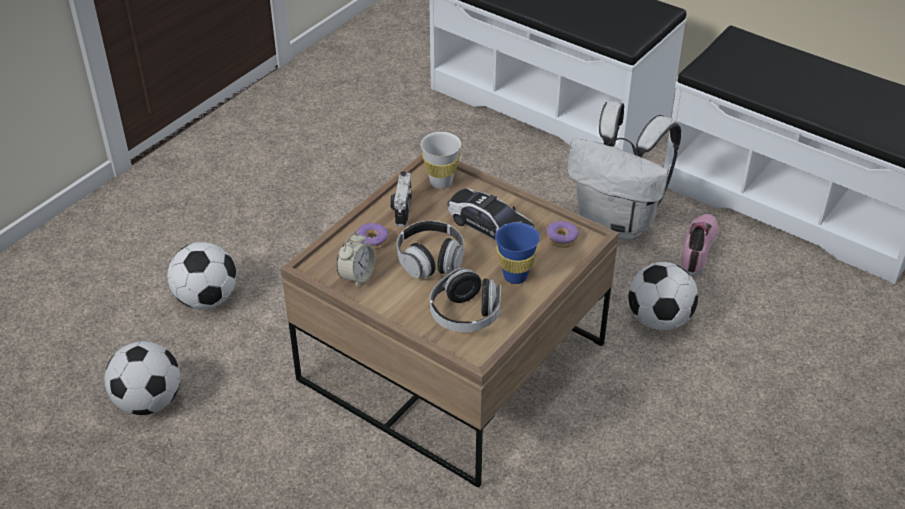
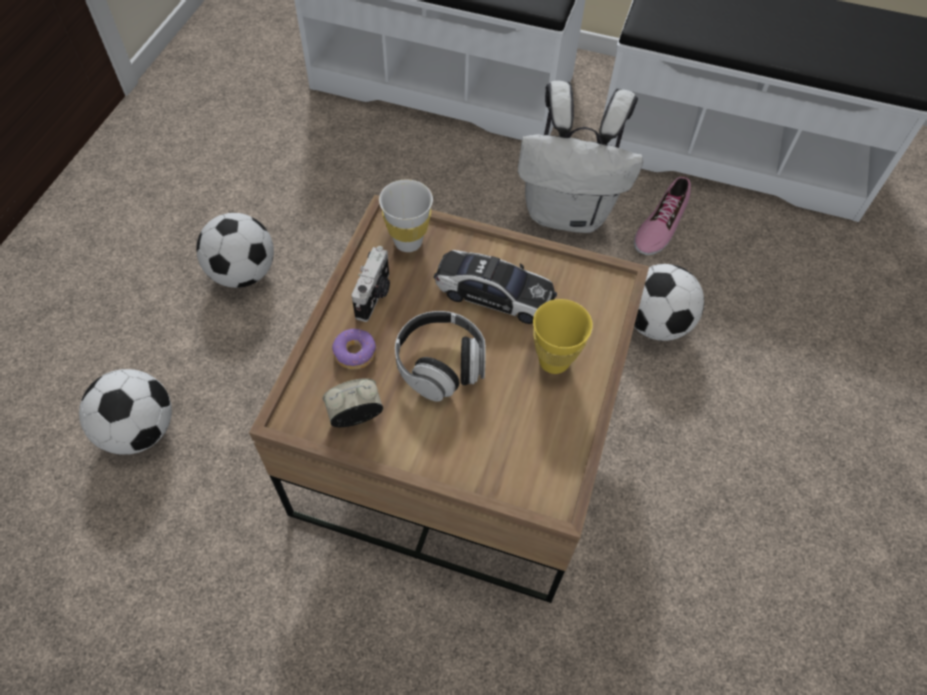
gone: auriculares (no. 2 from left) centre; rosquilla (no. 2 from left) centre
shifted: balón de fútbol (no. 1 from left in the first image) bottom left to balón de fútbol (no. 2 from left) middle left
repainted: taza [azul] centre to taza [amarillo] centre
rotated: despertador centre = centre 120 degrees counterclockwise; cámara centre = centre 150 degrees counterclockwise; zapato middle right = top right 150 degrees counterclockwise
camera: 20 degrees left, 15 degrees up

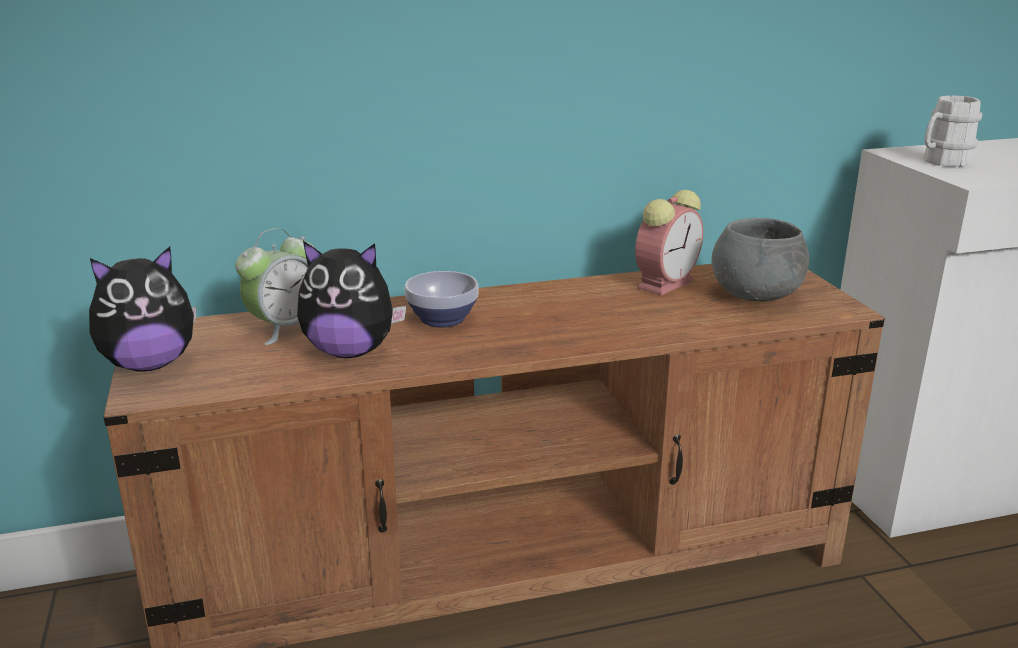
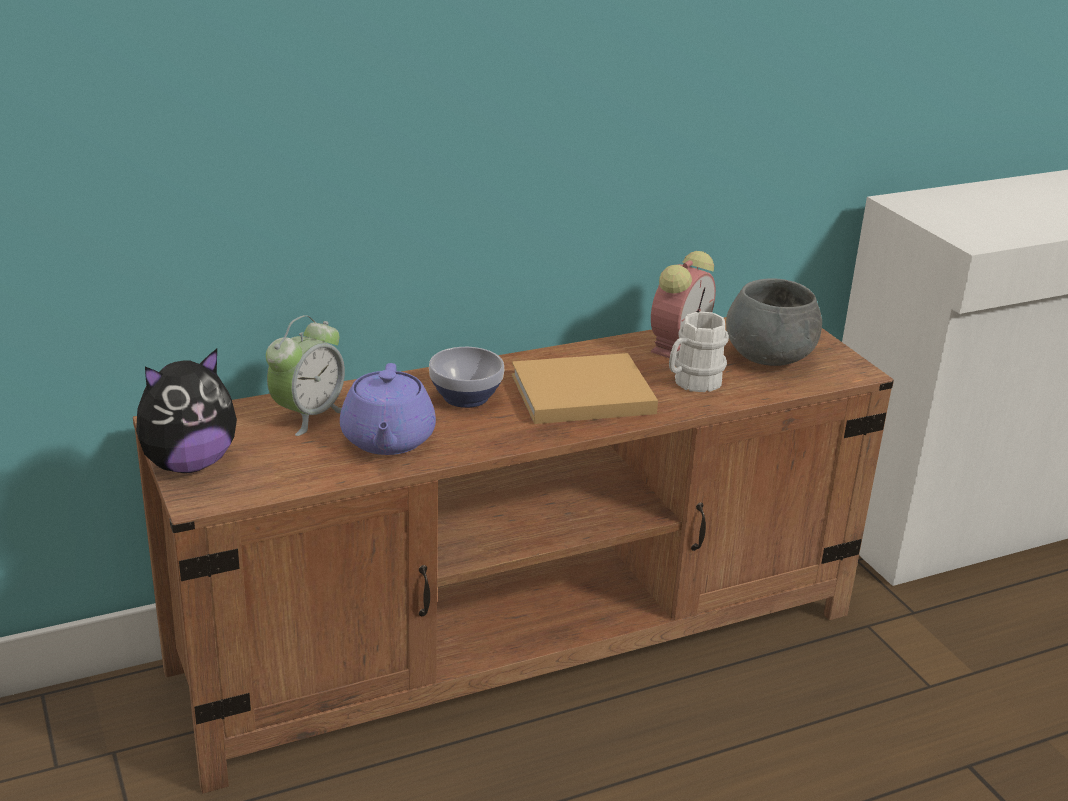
new: libro [beis] centre
shifted: taza grande [blanco] top right to centre
swapped: peluche (no. 2 from left) centre to tetera [morado] centre
camera: 10 degrees left, 5 degrees up

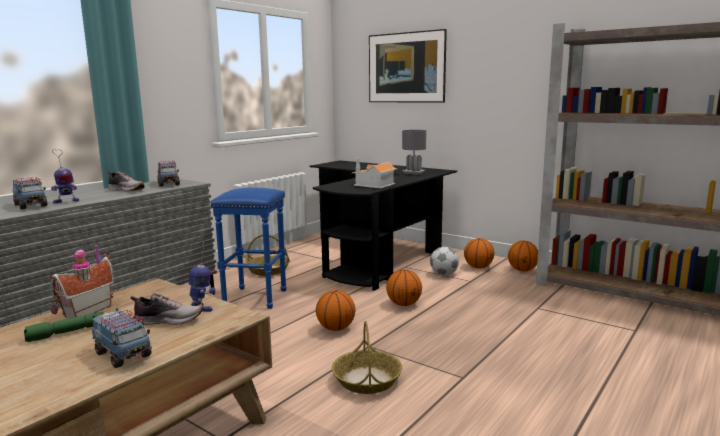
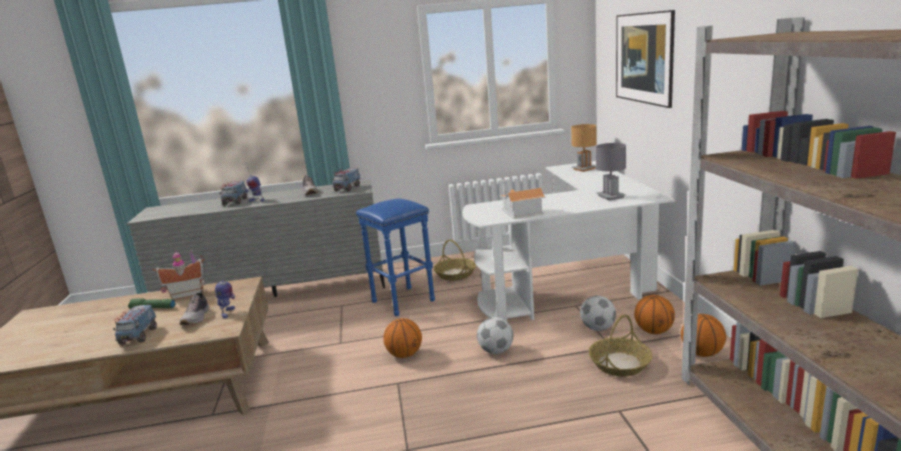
new: lámpara de mesa [marrón] top centre
shifted: cesta (no. 2 from left) bottom centre to bottom right
swapped: balón de baloncesto (no. 2 from left) centre to balón de fútbol (no. 1 from left) bottom centre
repainted: escritorio [negro] centre to escritorio [blanco] centre
rotated: zapato (no. 2 from left in the first image) bottom left = bottom left 45 degrees clockwise
camera: 45 degrees right, 5 degrees up

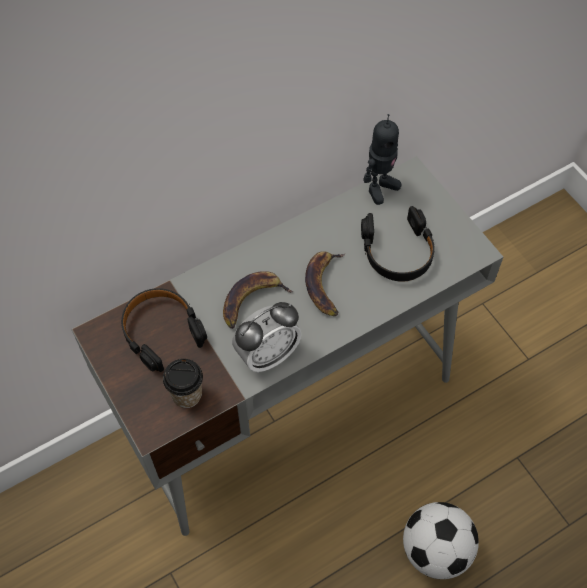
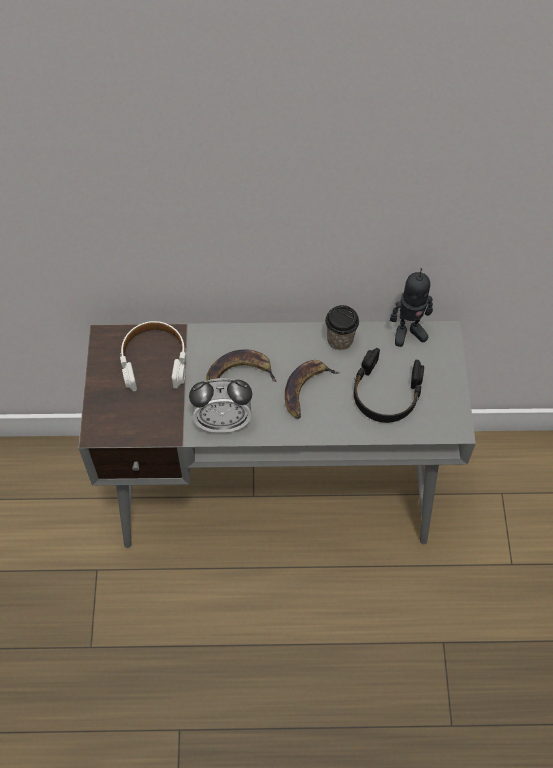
gone: balón de fútbol bottom right
shifted: taza middle left to centre
repainted: auriculares [negro] (no. 1 from left) middle left to auriculares [blanco] middle left
camera: 30 degrees right, 0 degrees up

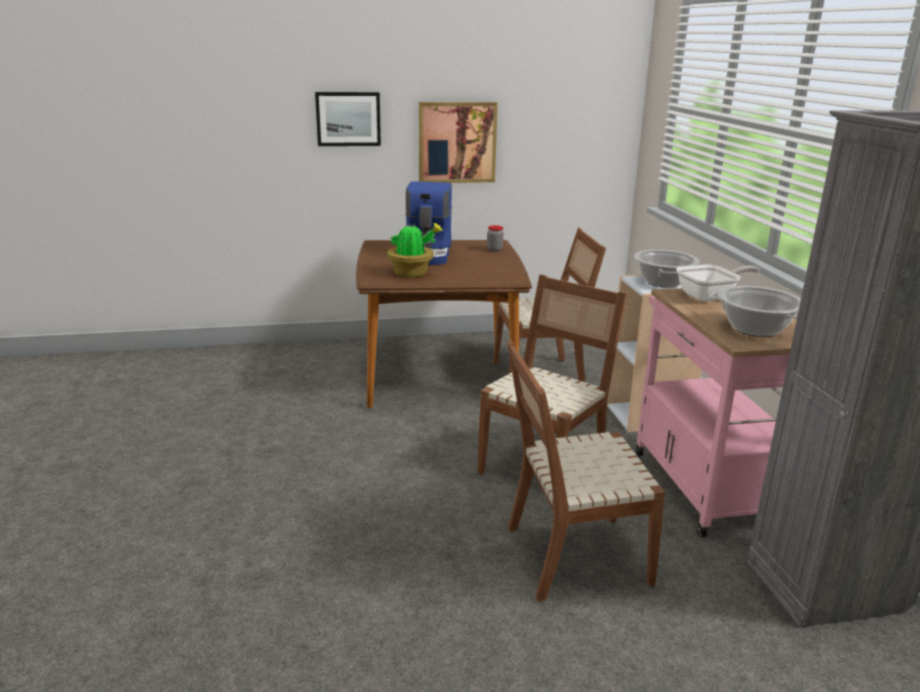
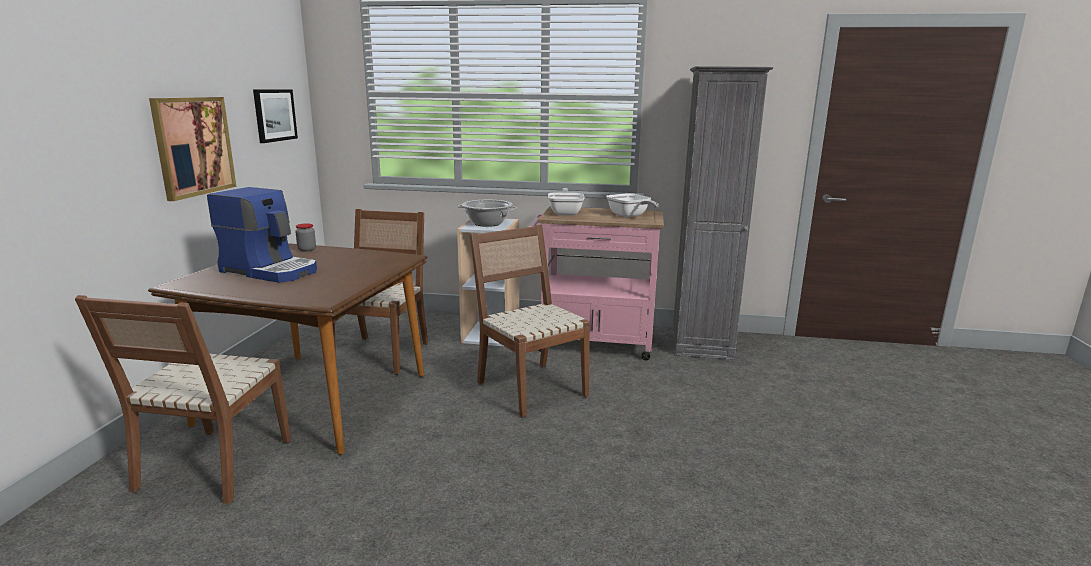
gone: planta en maceta centre
shifted: cuadro (no. 1 from left in the first image) top centre to cuadro (no. 2 from left) top left; silla (no. 3 from left in the first image) bottom centre to silla (no. 1 from left) bottom left
swapped: olla (no. 2 from left) middle right to sartén (no. 2 from left) centre
camera: 70 degrees left, 5 degrees down

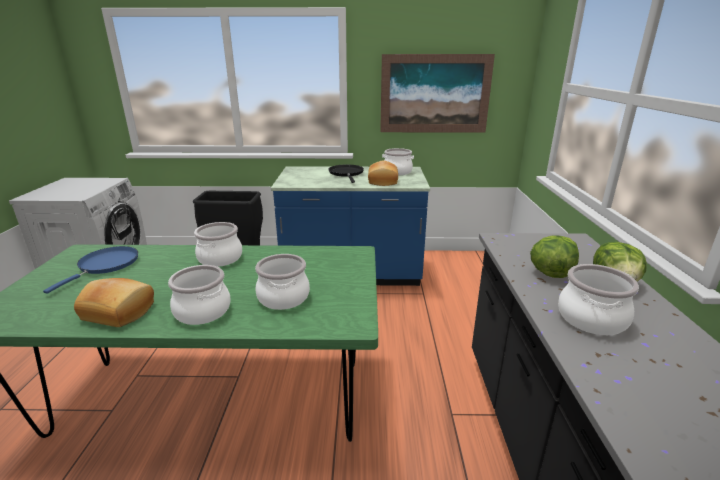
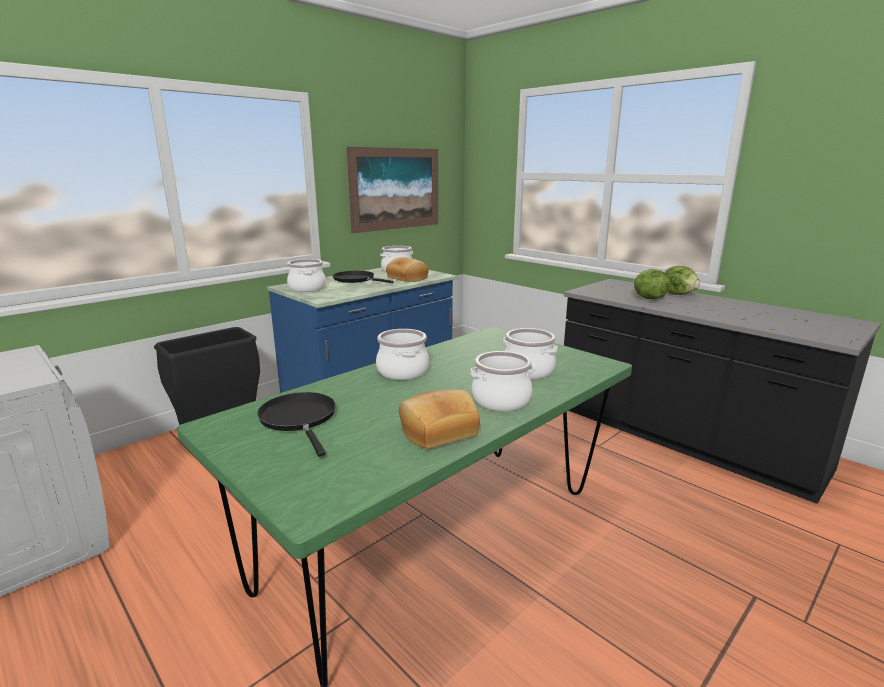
shifted: olla (no. 5 from left in the first image) middle right to olla (no. 1 from left) centre
repainted: sartén [azul] middle left to sartén [negro] (no. 1 from left) centre
camera: 45 degrees left, 5 degrees down

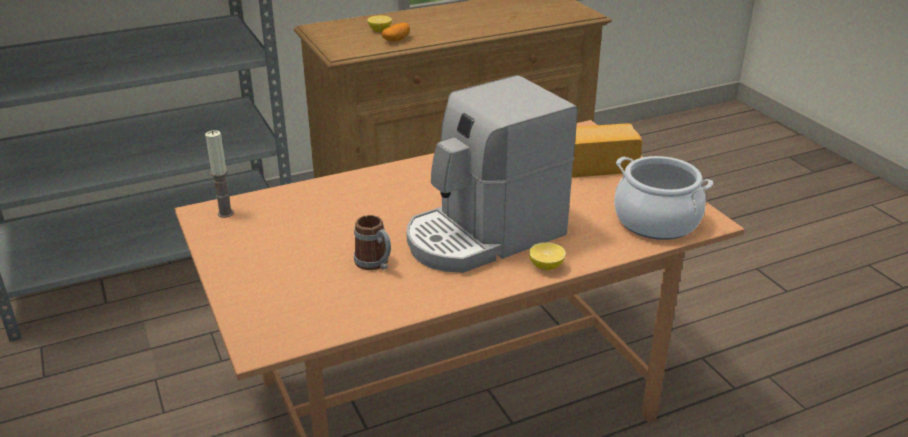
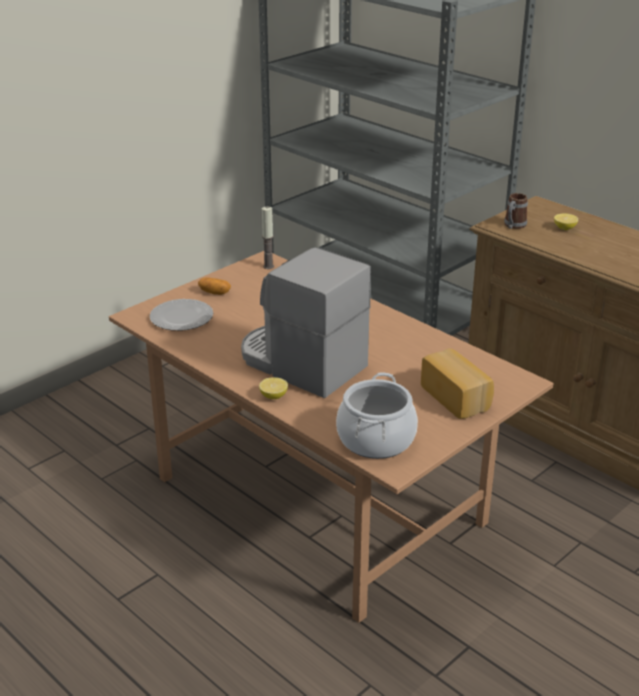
new: plato middle left
shifted: taza grande centre to top right; patata top centre to centre
camera: 70 degrees right, 0 degrees up

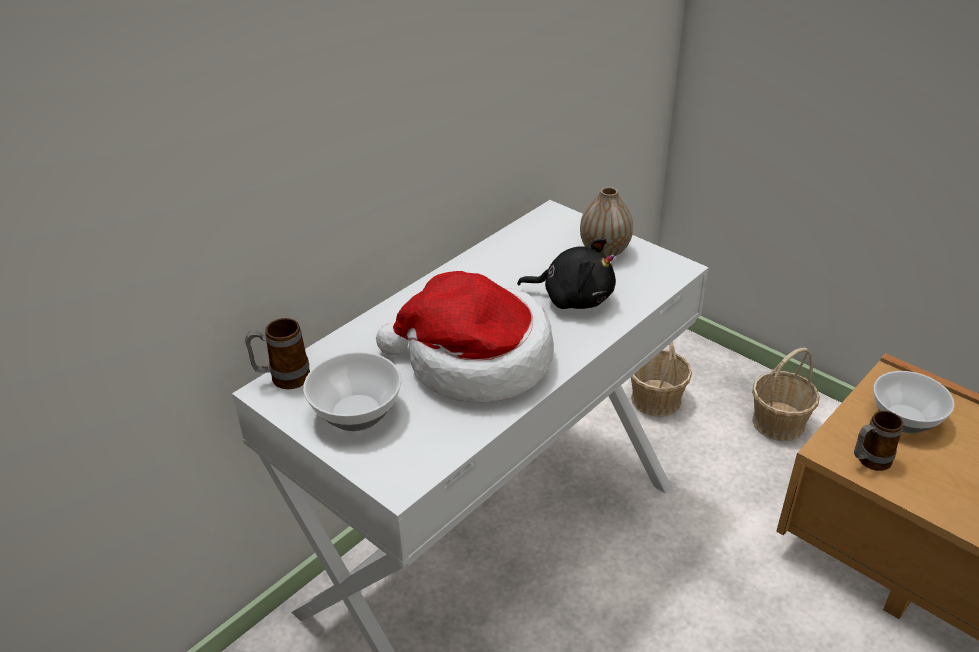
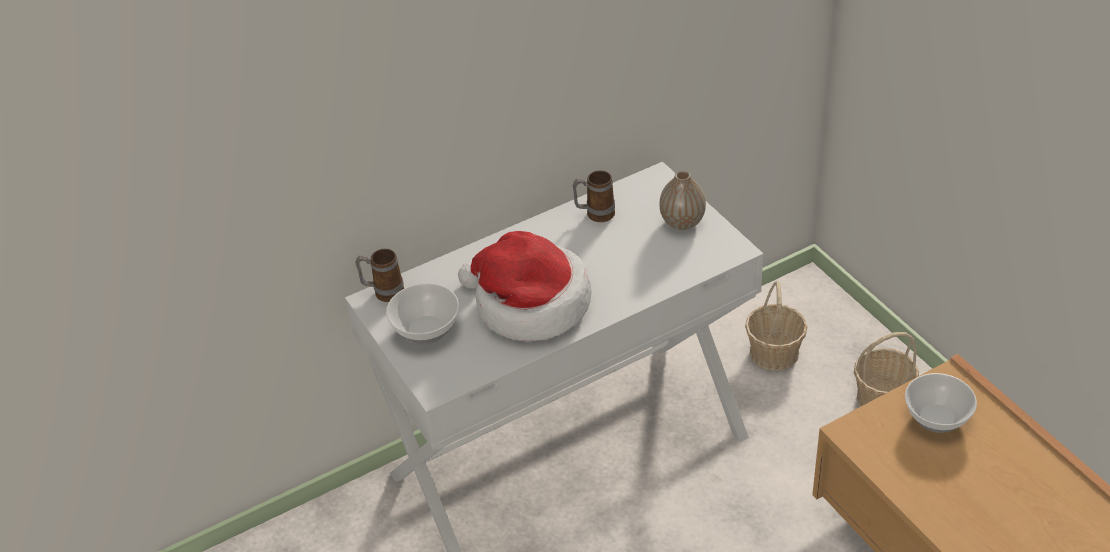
gone: peluche [negro] centre
shifted: taza grande (no. 2 from left) bottom right to centre
camera: 20 degrees right, 5 degrees up

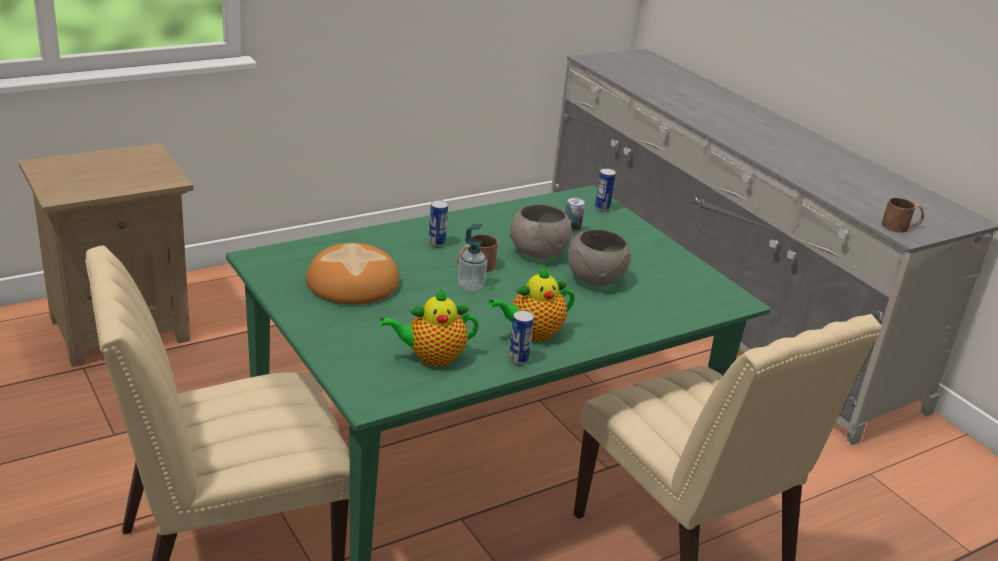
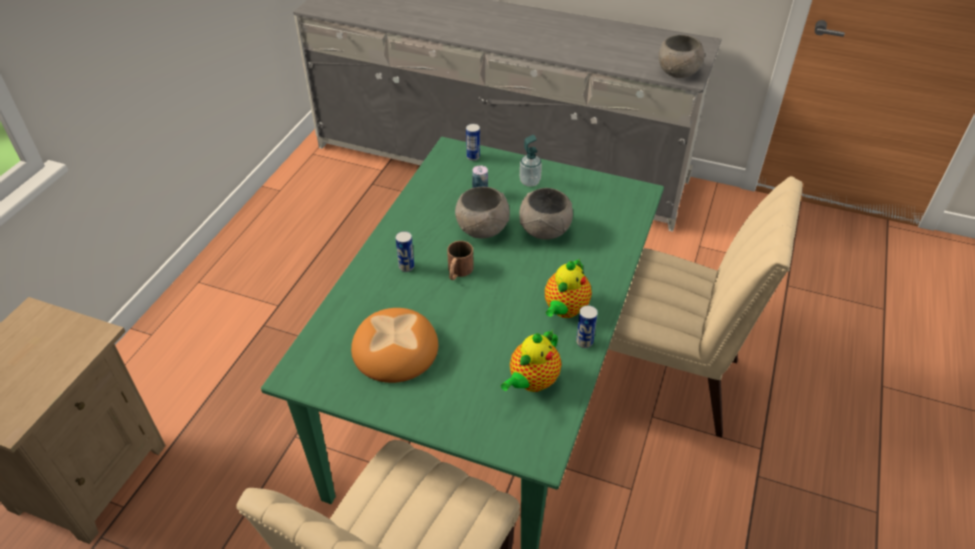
shifted: dispensador de jabón centre to top centre
swapped: taza grande [marrón] (no. 2 from left) middle right to cuenco [gris] (no. 3 from left) top right
camera: 35 degrees left, 15 degrees up

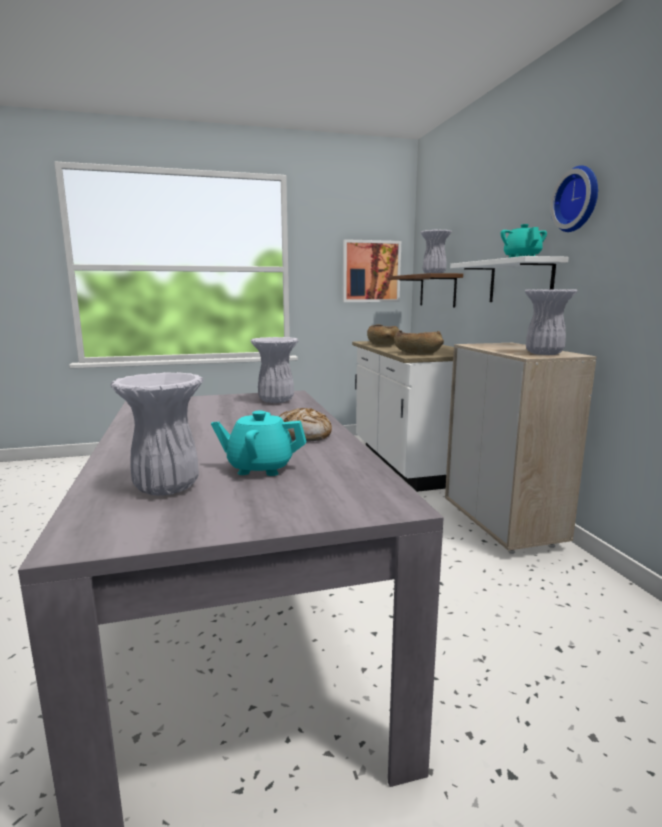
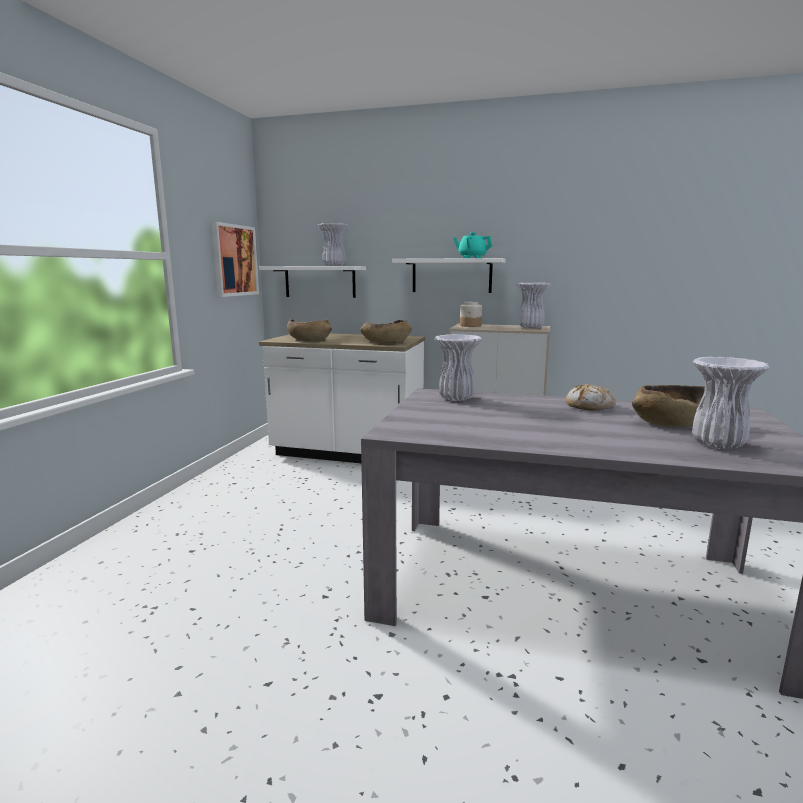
gone: reloj de pared top right
new: tarro centre
swapped: tetera [turquesa] (no. 1 from left) centre to cuenco [marrón] (no. 3 from left) middle right
repainted: estante [marrón] centre to estante [blanco] (no. 1 from left) centre
camera: 60 degrees left, 0 degrees up

